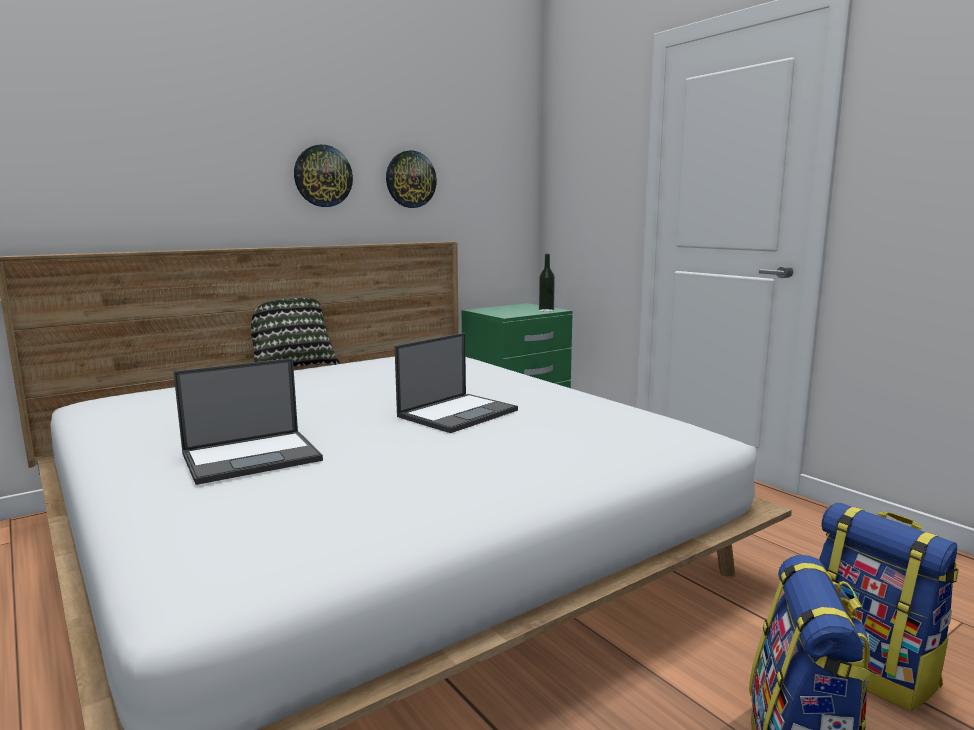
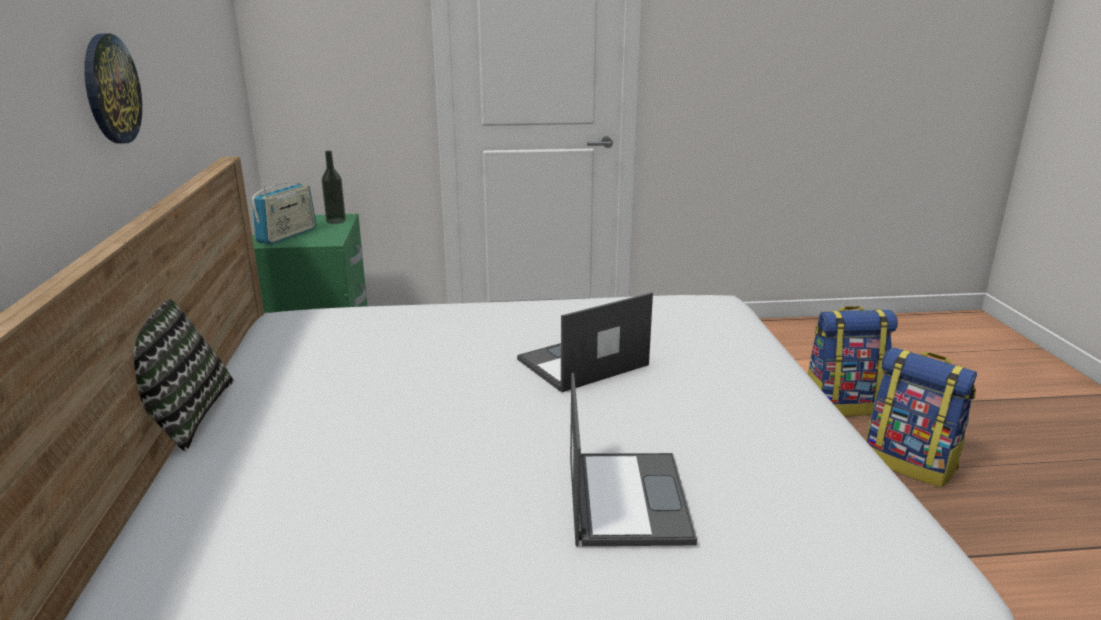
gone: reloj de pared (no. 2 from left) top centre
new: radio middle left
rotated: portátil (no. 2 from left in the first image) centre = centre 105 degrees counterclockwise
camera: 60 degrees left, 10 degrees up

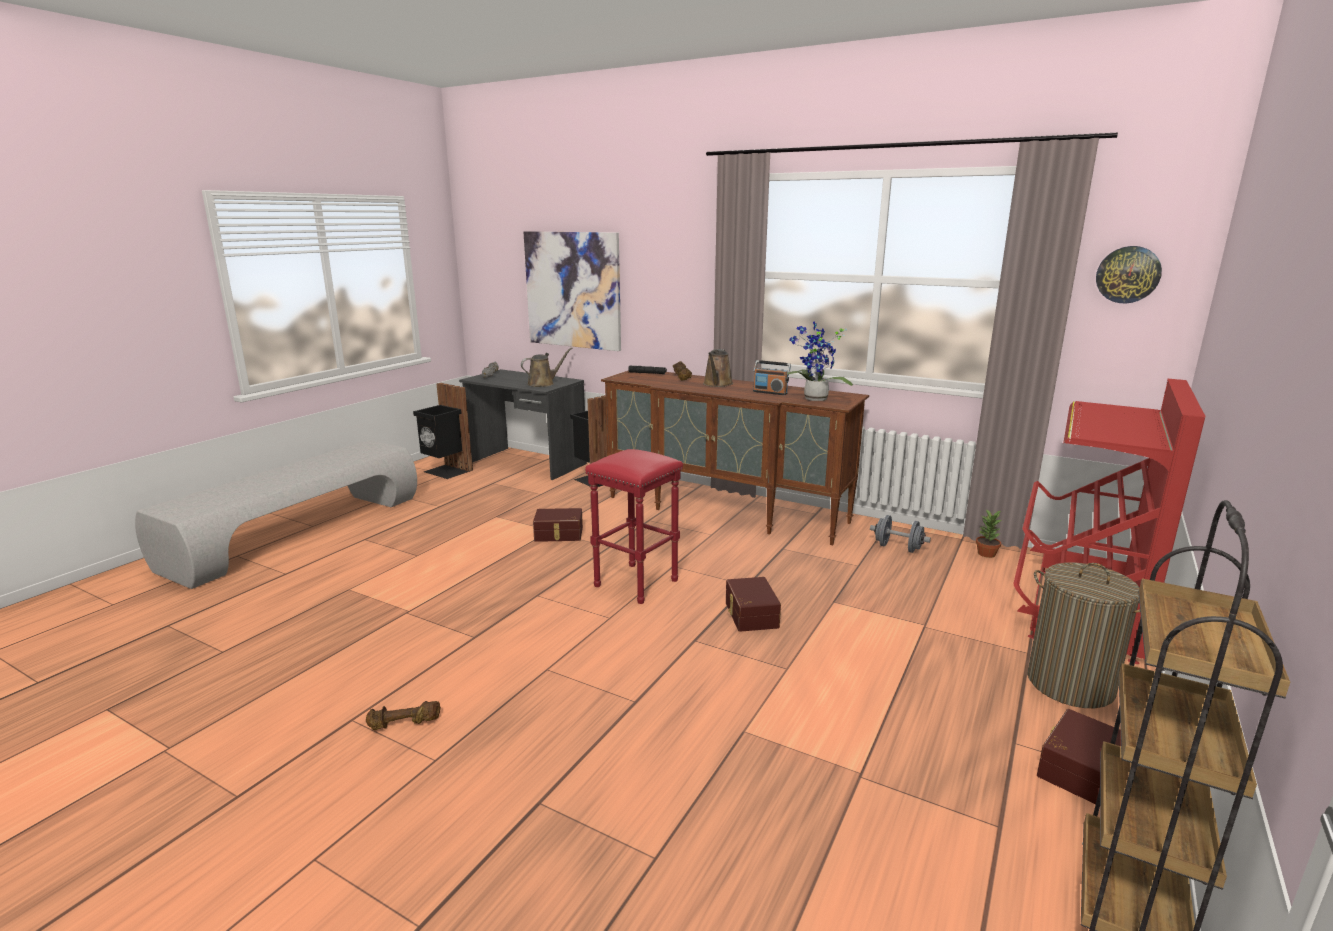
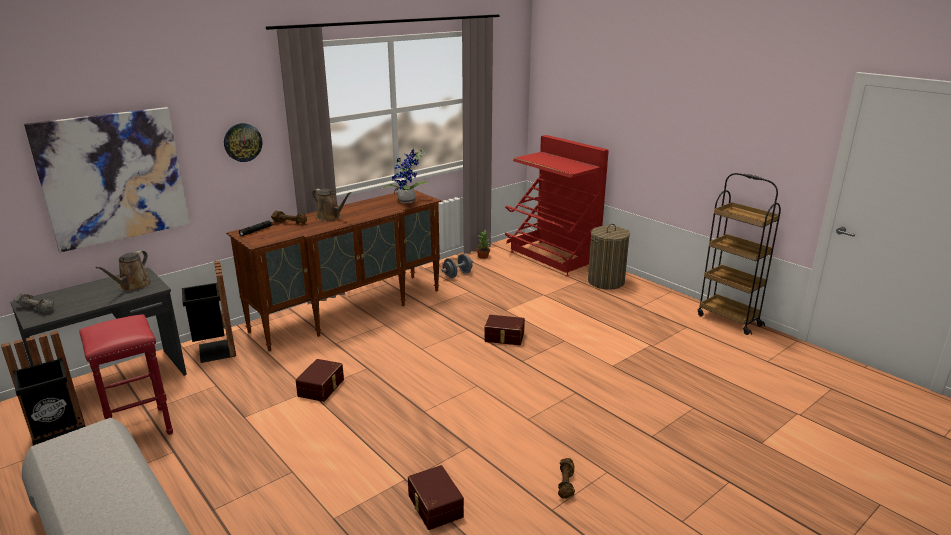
gone: radio centre
shifted: taburete [rojo] centre to bottom left; caja de almacenaje [marrón] (no. 3 from left in the first image) bottom right to caja de almacenaje [marrón] (no. 2 from left) bottom centre; reloj de pared top right to top left
rotated: regadera [marrón] (no. 1 from left) centre = middle left 150 degrees counterclockwise
camera: 70 degrees left, 5 degrees up

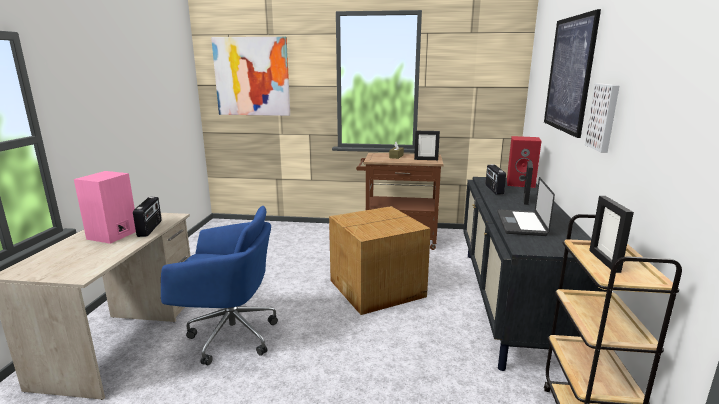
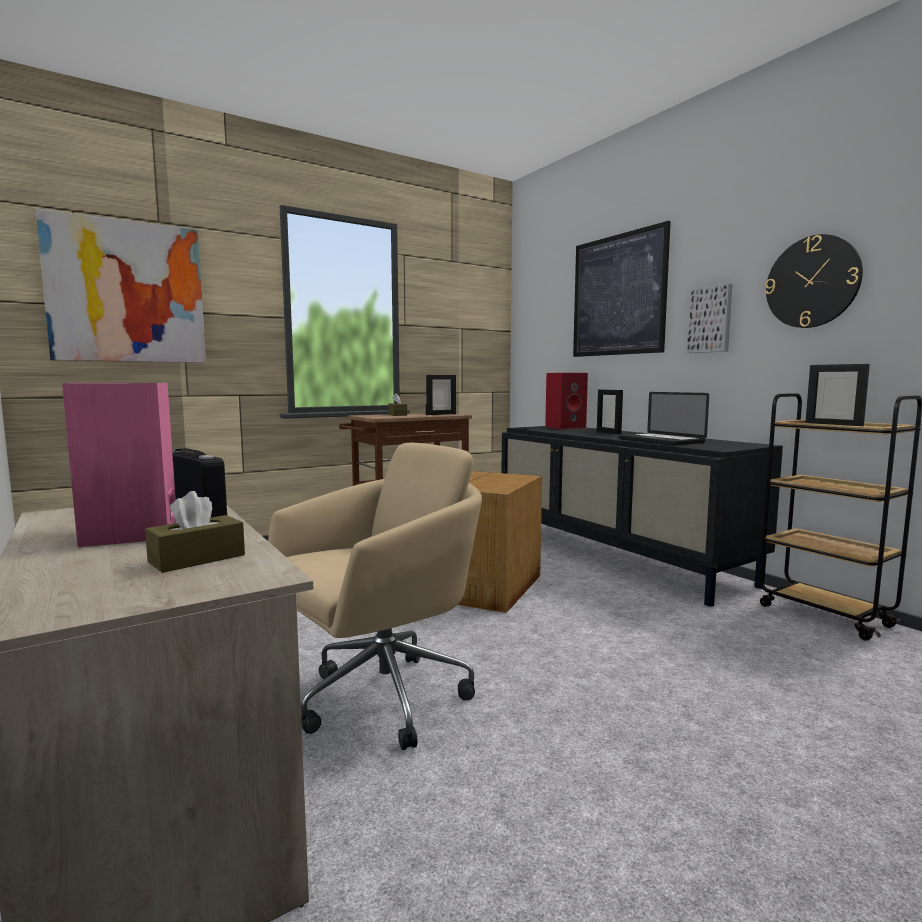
gone: radio (no. 2 from left) middle right
new: caja de pañuelos [marrón] (no. 1 from left) middle left; reloj de pared top right
repainted: silla de oficina [azul] bottom left to silla de oficina [beis] centre
camera: 40 degrees left, 10 degrees down

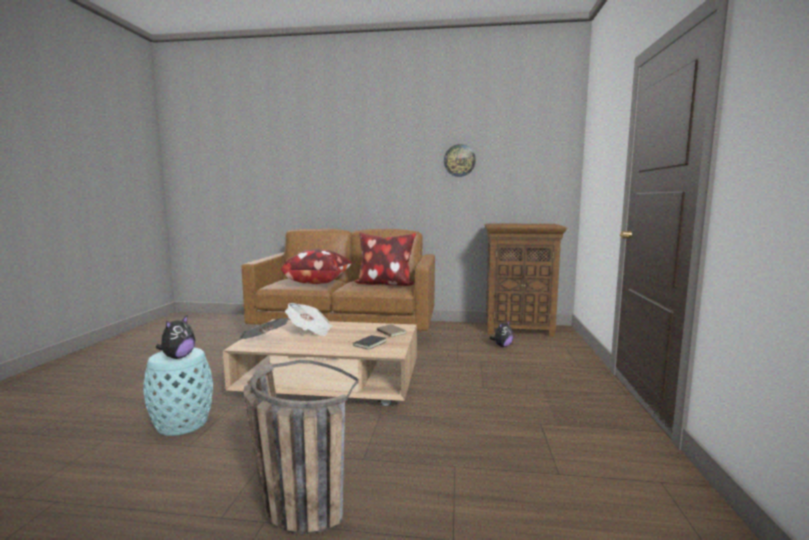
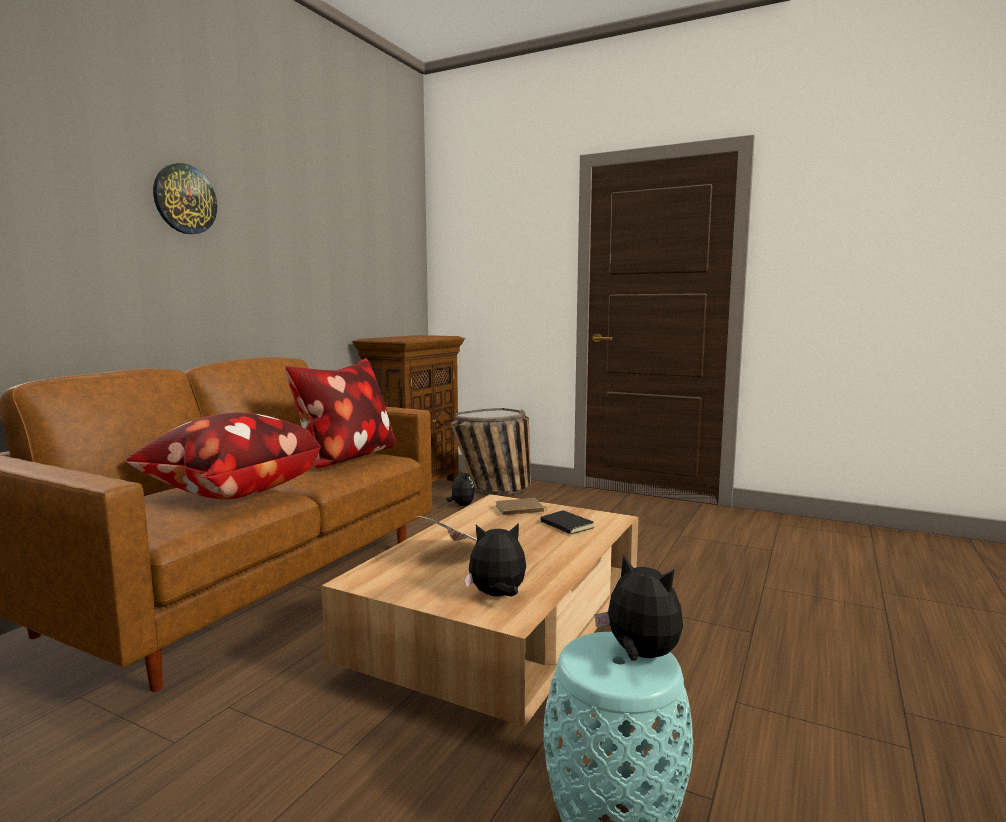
shifted: cesta bottom centre to centre; reloj de pared top centre to top left
swapped: periódico (no. 1 from left) middle left to peluche (no. 2 from left) bottom centre
camera: 70 degrees left, 0 degrees up

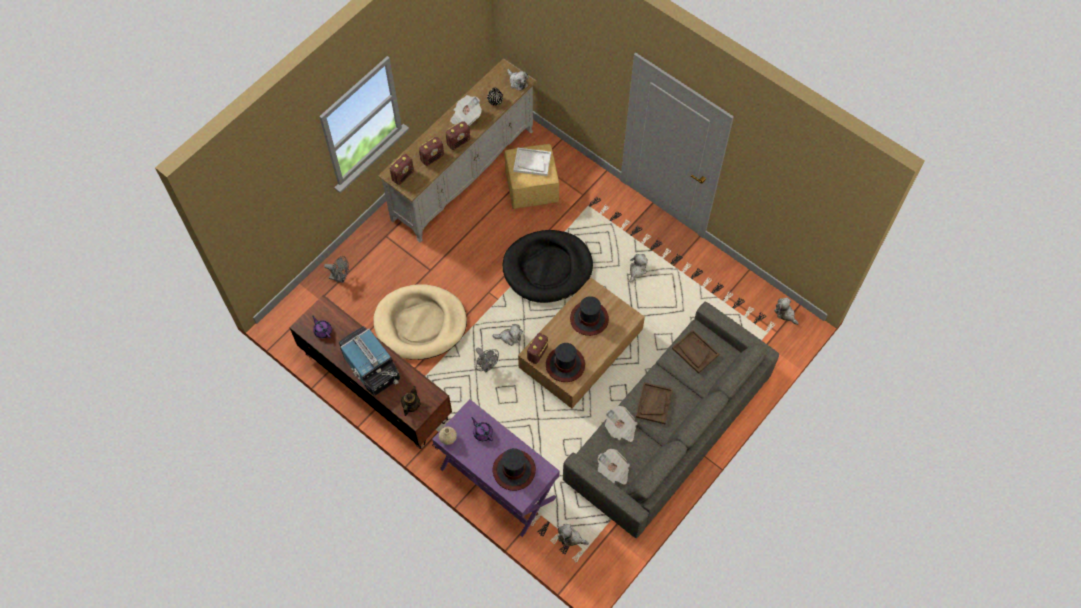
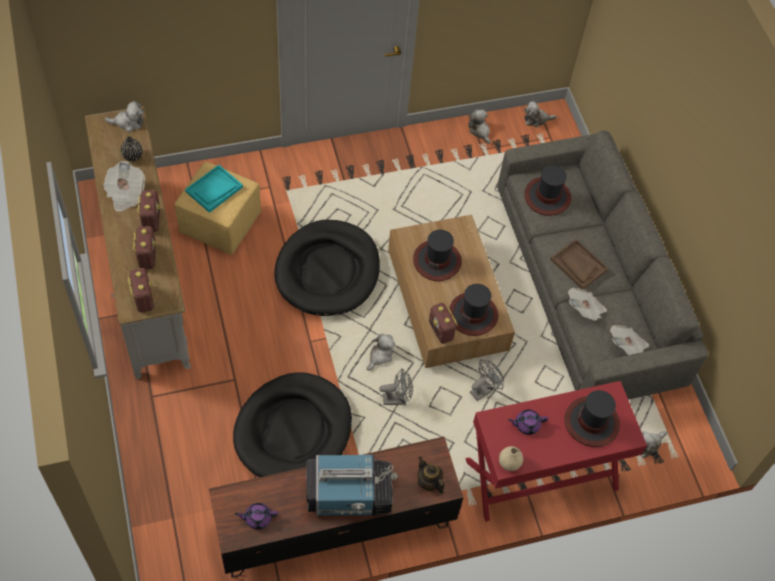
shifted: ventilador [gris] (no. 1 from left in the first image) middle left to ventilador [gris] (no. 2 from left) centre; peluche (no. 4 from left in the first image) centre to peluche (no. 3 from left) top centre
swapped: bandeja [marrón] (no. 2 from left) centre to sombrero (no. 3 from left) top right
repainted: cama para perro [beis] centre to cama para perro [negro] (no. 1 from left) bottom centre; mesa consola [morado] bottom centre to mesa consola [rojo] bottom right; bandeja [blanco] top centre to bandeja [turquesa] top left
camera: 60 degrees left, 5 degrees down

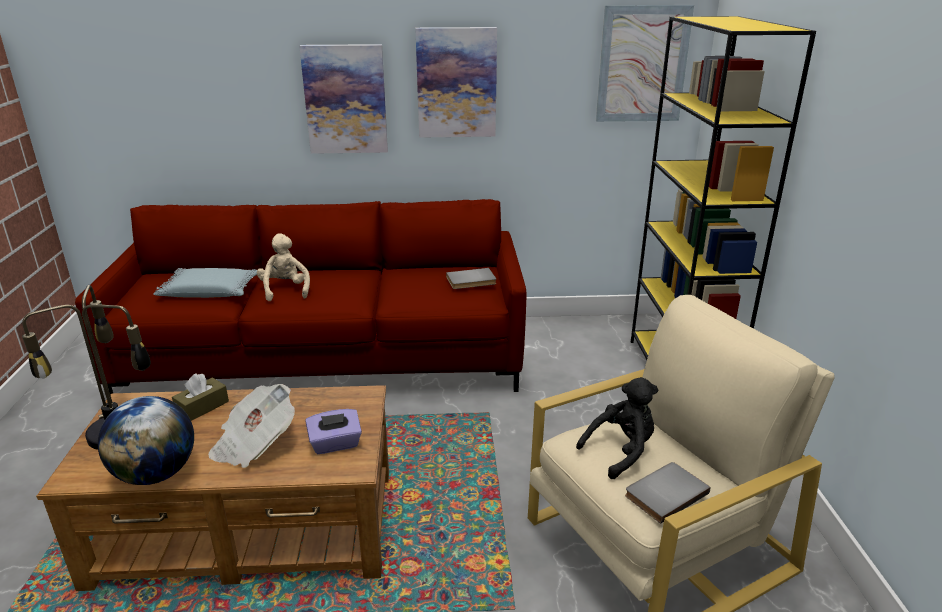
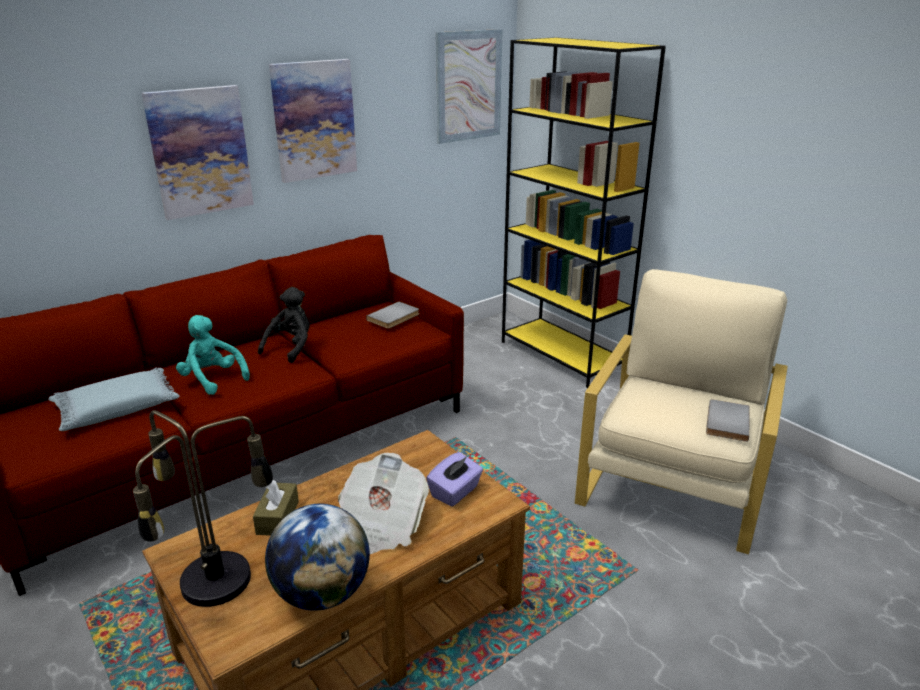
shifted: peluche [negro] bottom centre to middle left
repainted: peluche [beis] middle left to peluche [turquesa] middle left
camera: 35 degrees left, 0 degrees up

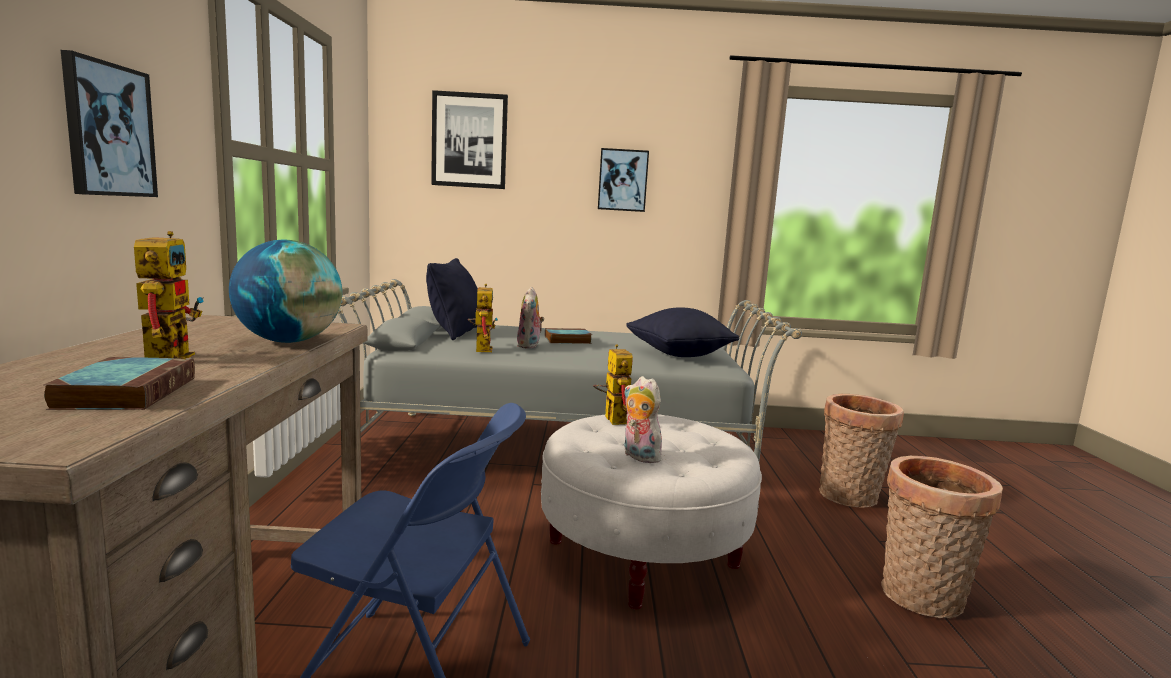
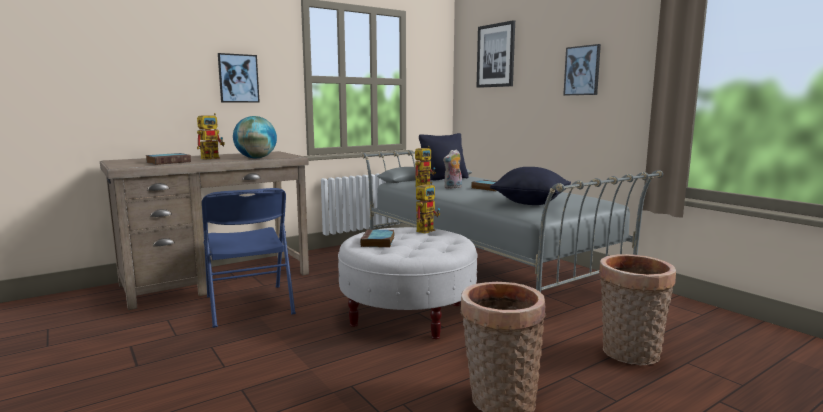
swapped: peluche (no. 2 from left) centre to libro (no. 2 from left) centre
camera: 55 degrees right, 0 degrees up

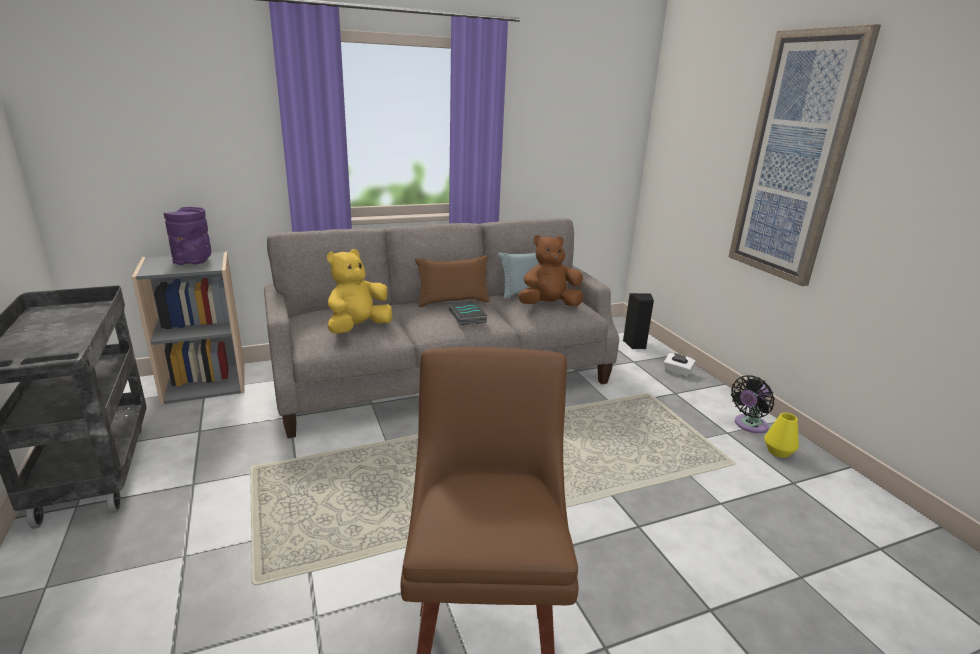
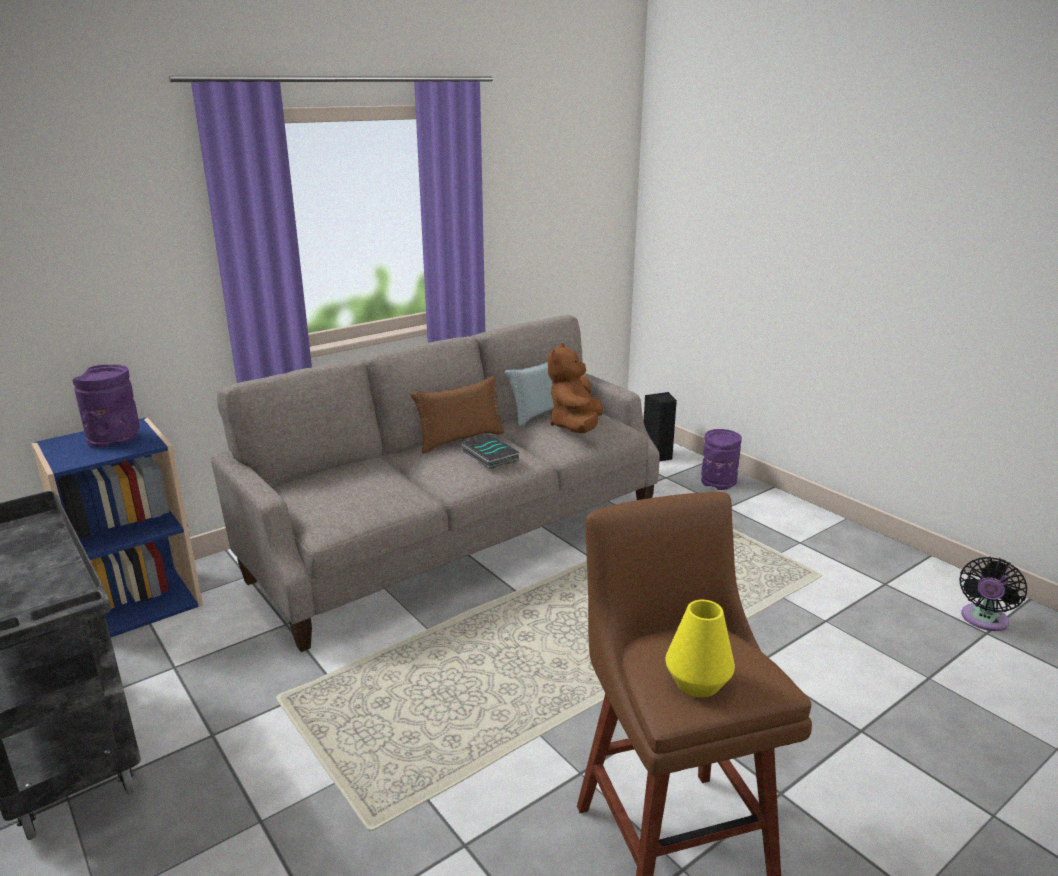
gone: peluche [amarillo] centre; cuadro top right
shifted: ventilador [negro] middle right to bottom right; florero [amarillo] middle right to bottom centre
swapped: caja de pañuelos [blanco] middle right to florero [morado] (no. 2 from left) middle right
repainted: estantería [gris] middle left to estantería [azul] middle left
rotated: peluche [marrón] centre = centre 45 degrees counterclockwise
camera: 15 degrees left, 0 degrees up

